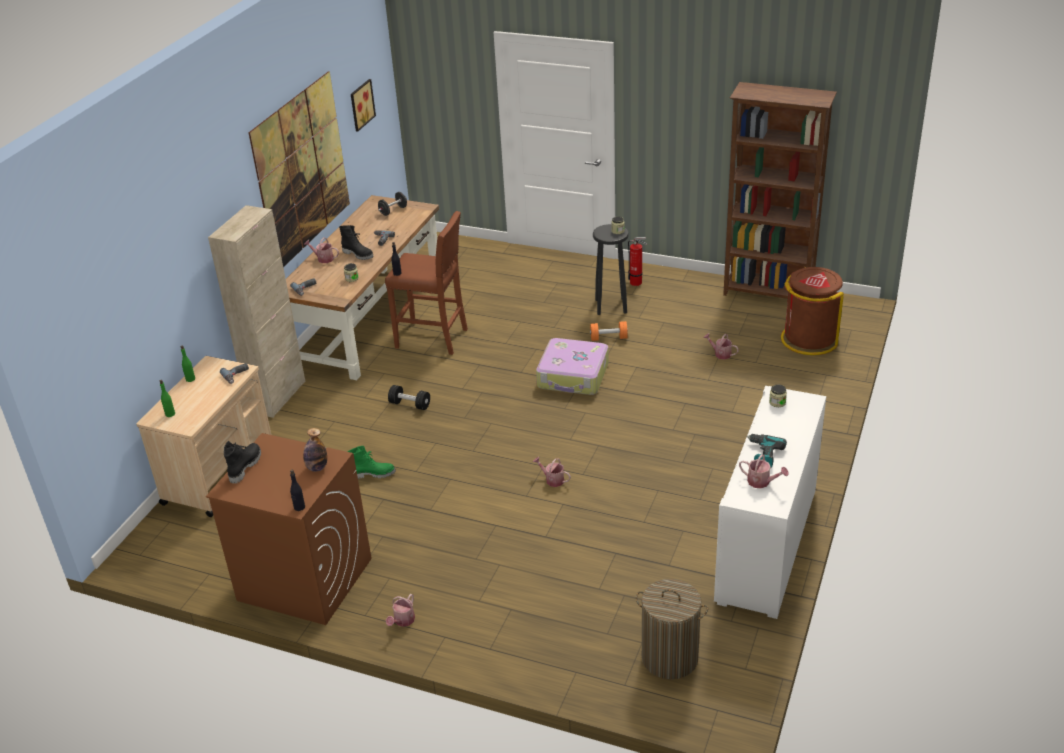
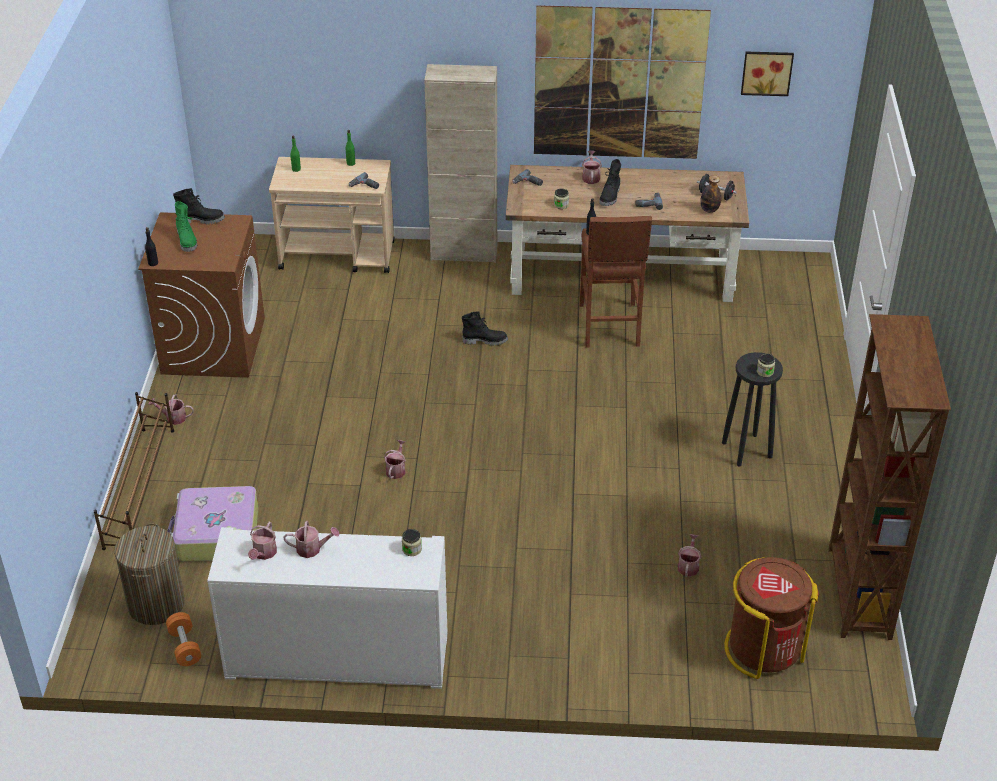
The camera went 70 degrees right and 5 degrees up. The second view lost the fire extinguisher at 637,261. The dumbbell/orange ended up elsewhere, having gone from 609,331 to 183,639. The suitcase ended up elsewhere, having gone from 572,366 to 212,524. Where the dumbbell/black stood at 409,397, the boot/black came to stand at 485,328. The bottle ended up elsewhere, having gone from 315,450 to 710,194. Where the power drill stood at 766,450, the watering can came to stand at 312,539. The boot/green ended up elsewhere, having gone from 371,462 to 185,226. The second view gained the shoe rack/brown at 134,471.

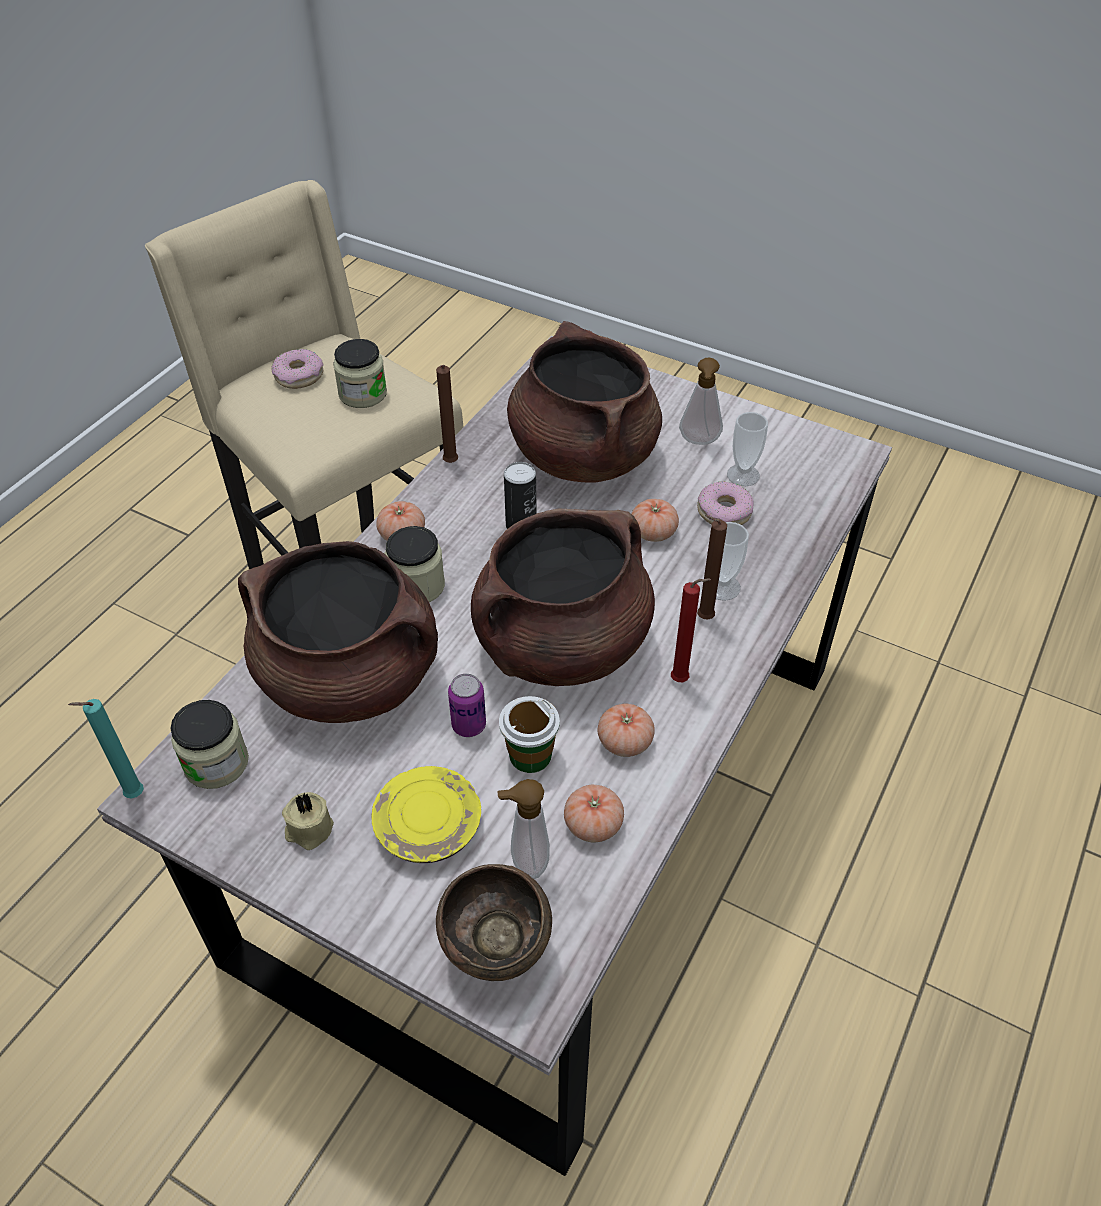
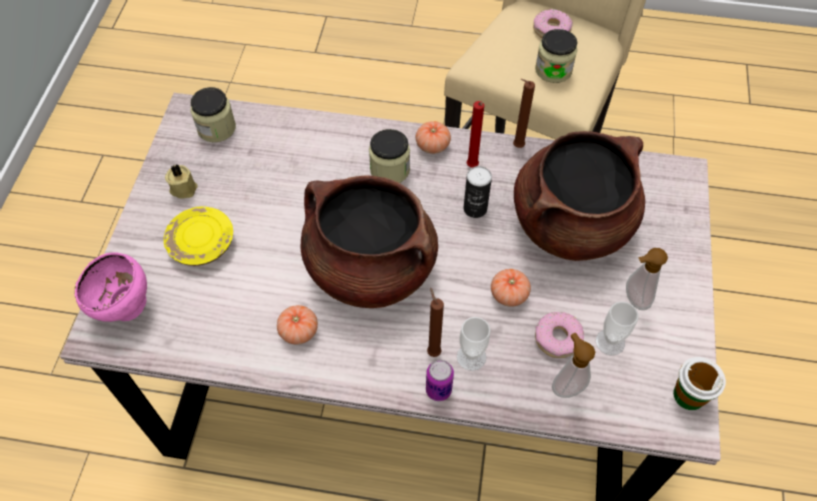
The camera went 70 degrees right and 10 degrees up. The second view lost the cooking pot/brown at 338,632. The candle/red ended up elsewhere, having gone from 691,630 to 475,134. The can ended up elsewhere, having gone from 467,705 to 440,380. The cup ended up elsewhere, having gone from 529,734 to 699,383. The second view lost the candle/turquoise at 106,749. The soap dispenser ended up elsewhere, having gone from 523,829 to 573,365. The second view lost the tomato at 594,813. What was the bowl/brown at 494,922 turned into the bowl/pink at 111,287.

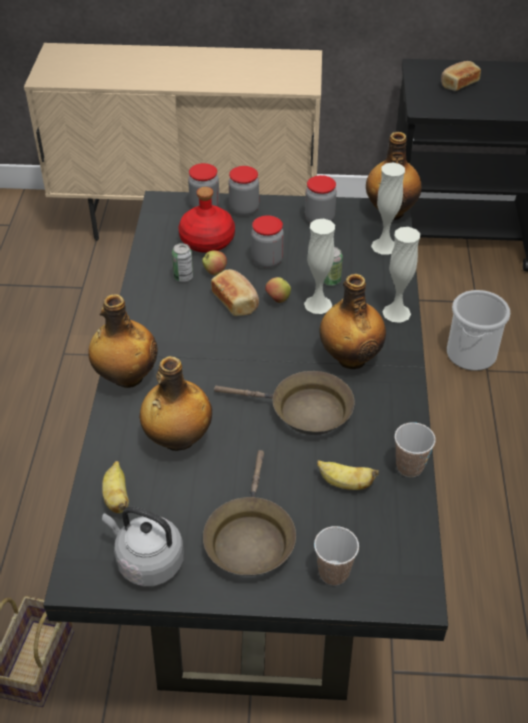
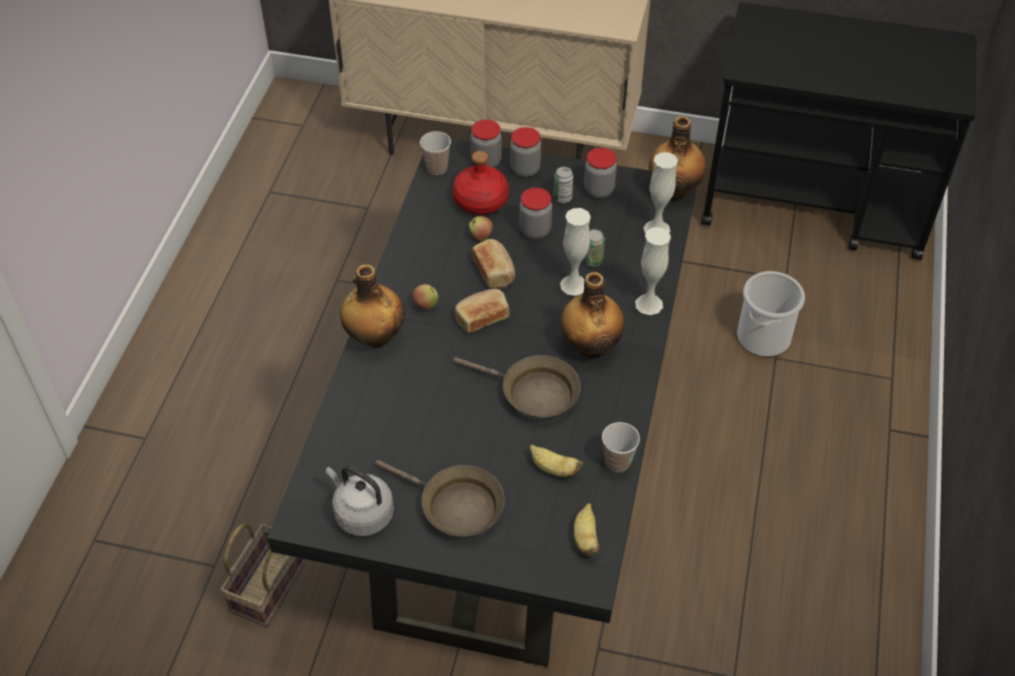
The camera went 10 degrees right and 5 degrees up. The bread ended up elsewhere, having gone from 461,76 to 482,311. The can ended up elsewhere, having gone from 182,262 to 563,185. The apple ended up elsewhere, having gone from 278,290 to 425,297. The second view lost the bottle at 175,403. The frying pan/brown at 249,513 ended up facing another way, 75 degrees counterclockwise from before. The banana ended up elsewhere, having gone from 115,487 to 586,529. The cup ended up elsewhere, having gone from 336,555 to 435,153.

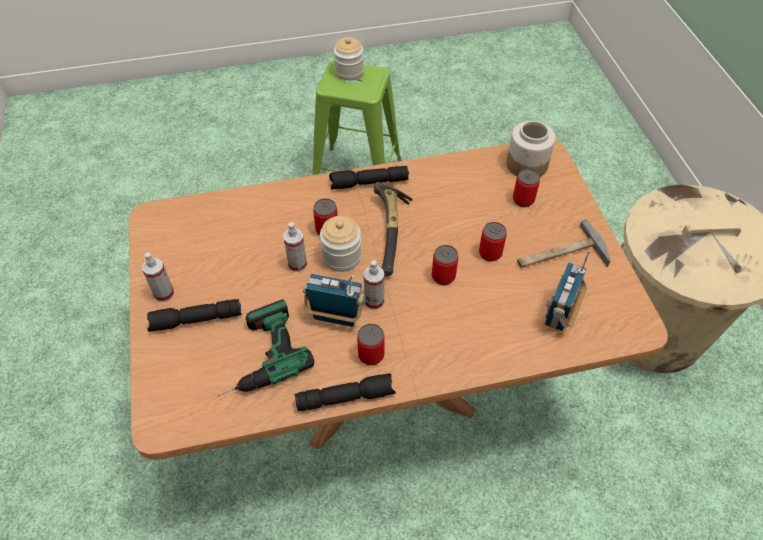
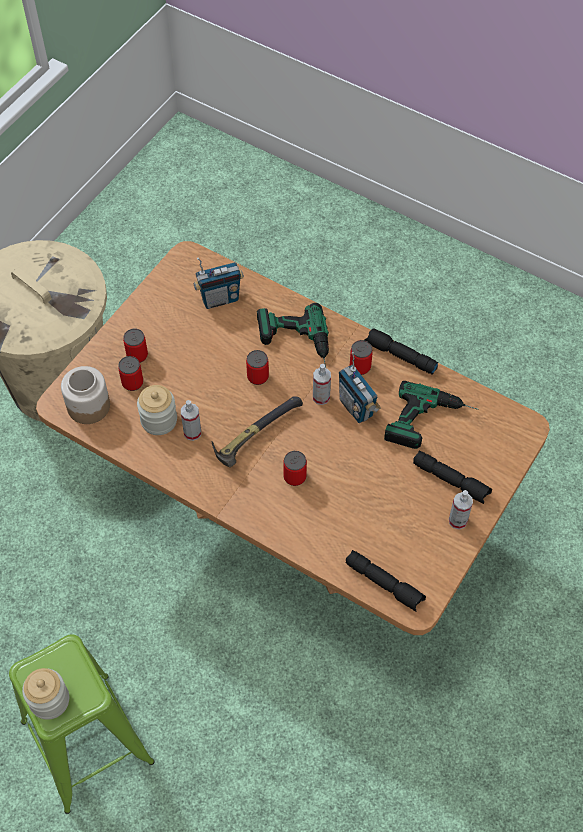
The camera went 135 degrees left and 5 degrees up. The flashlight/black ended up elsewhere, having gone from 369,177 to 386,581. The jar ended up elsewhere, having gone from 341,244 to 157,410. The second view lost the hammer at 564,243. The spray bottle ended up elsewhere, having gone from 295,247 to 191,420. The can ended up elsewhere, having gone from 493,242 to 135,346. The second view gained the power drill at 293,335.

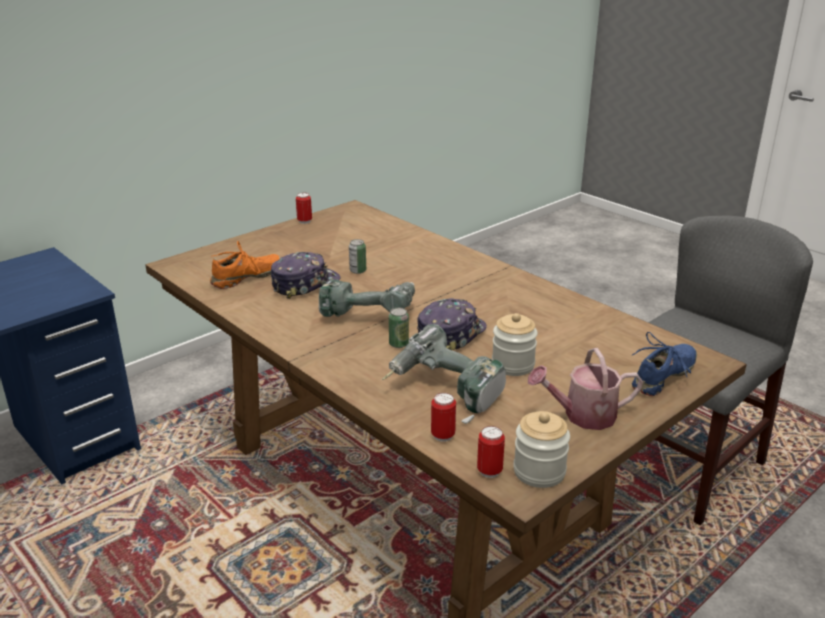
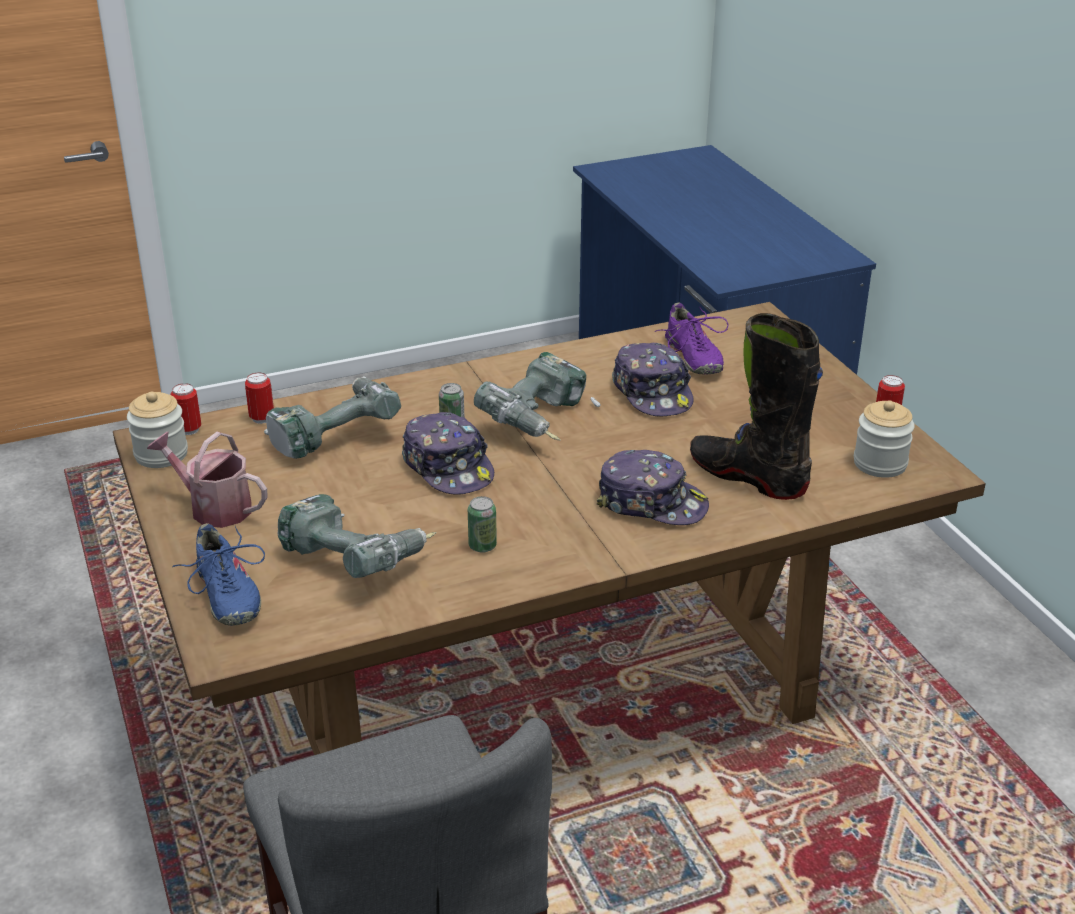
The camera went 110 degrees right and 5 degrees up. The can ended up elsewhere, having gone from 357,256 to 482,524. What was the shoe/orange at 245,265 turned into the shoe/purple at 692,338. The jar ended up elsewhere, having gone from 515,344 to 884,439. The watering can at 585,389 ended up facing another way, 75 degrees counterclockwise from before. The second view gained the boot/black at 756,406. The second view gained the cap at 653,487. The second view gained the power drill at 357,536.

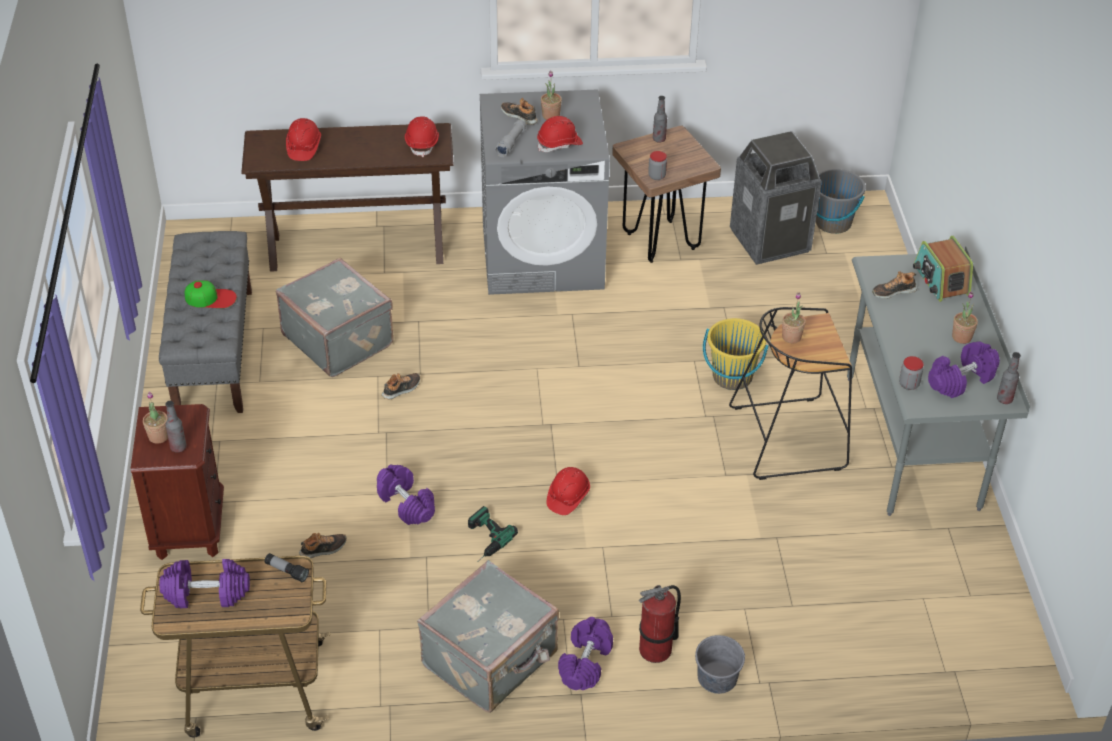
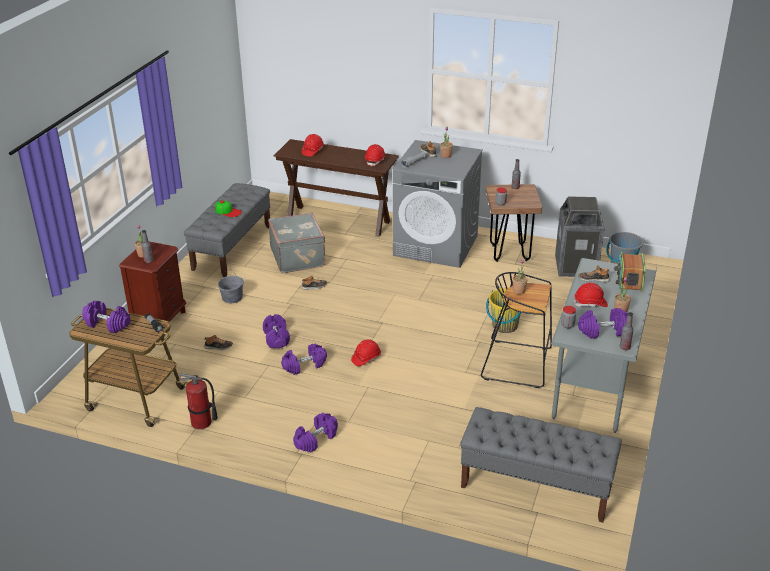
The camera went 25 degrees right and 10 degrees down. The hard hat/red ended up elsewhere, having gone from 560,134 to 591,295. Where the power drill stood at 493,534, the dumbbell/purple came to stand at 304,359. The second view lost the suitcase/grey at 488,636. The fire extinguisher ended up elsewhere, having gone from 660,624 to 198,401. The bucket/grey ended up elsewhere, having gone from 720,664 to 231,286. The second view gained the bench/grey at 541,465.

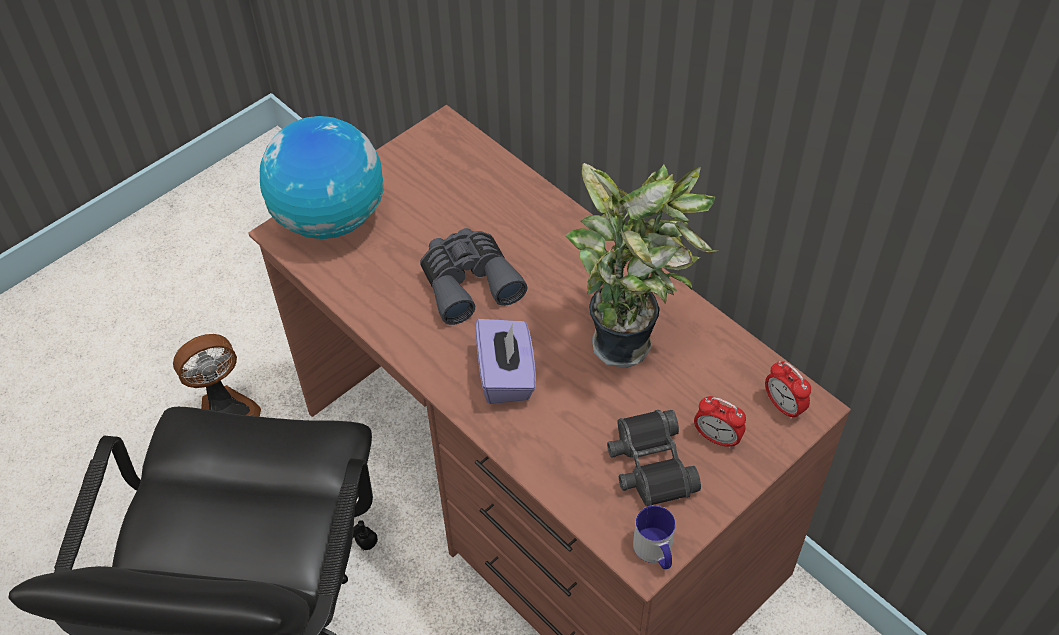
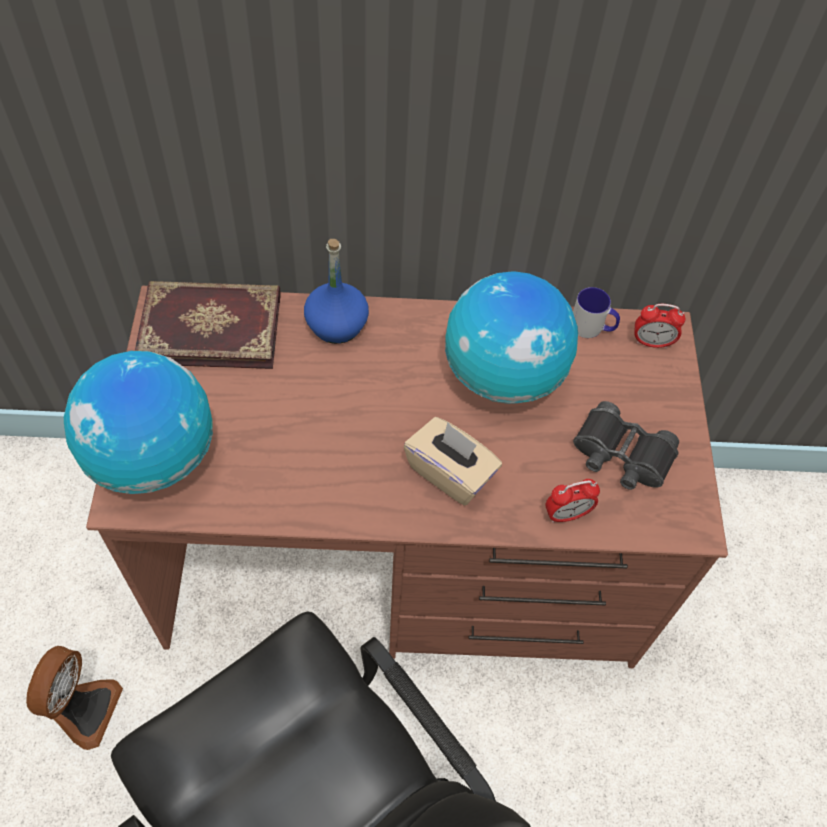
The camera went 50 degrees left and 5 degrees up. Where the potted plant stood at 641,265, the globe came to stand at 511,337. The second view lost the binoculars/grey at 474,276. What was the tissue box/purple at 505,361 turned into the tissue box/beige at 453,461. The alarm clock ended up elsewhere, having gone from 720,422 to 573,501. The mug ended up elsewhere, having gone from 654,537 to 596,312. The second view gained the bottle/blue at 336,291. The second view gained the book at 208,325.

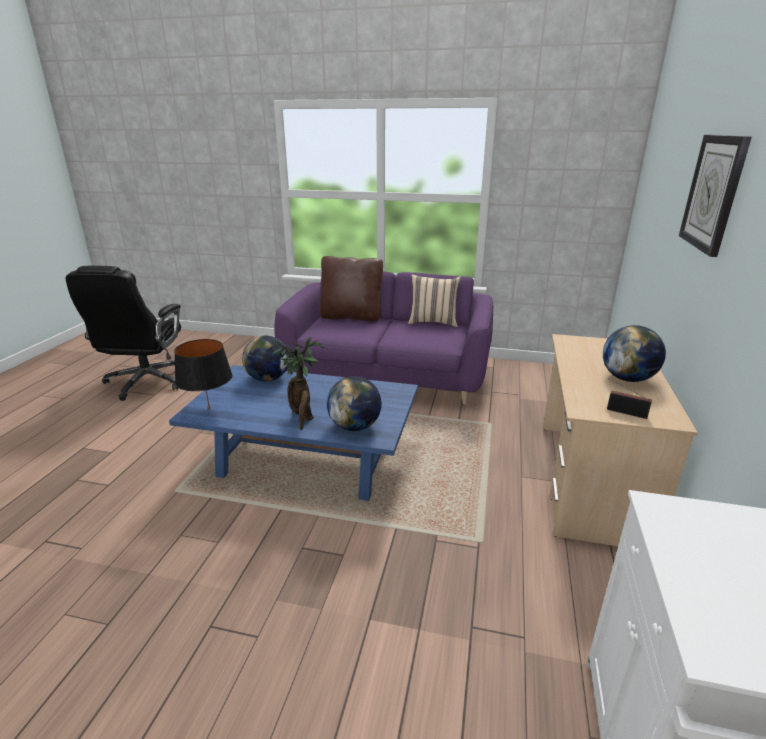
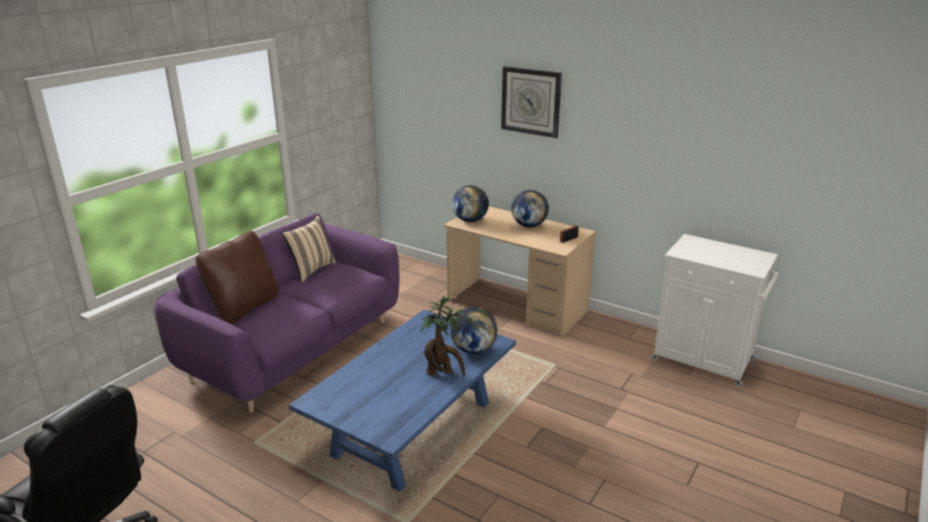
The camera went 70 degrees left and 0 degrees up. The globe ended up elsewhere, having gone from 265,359 to 470,203. The second view lost the table lamp/black at 203,374.

